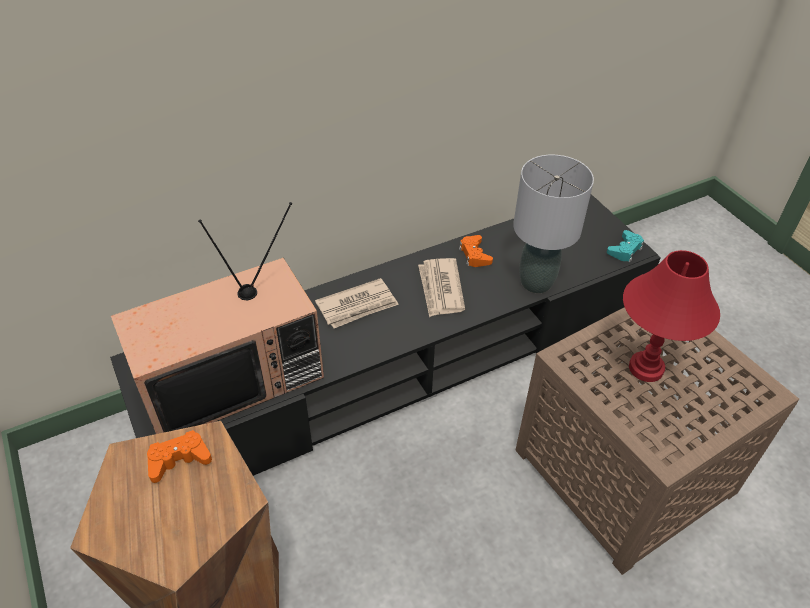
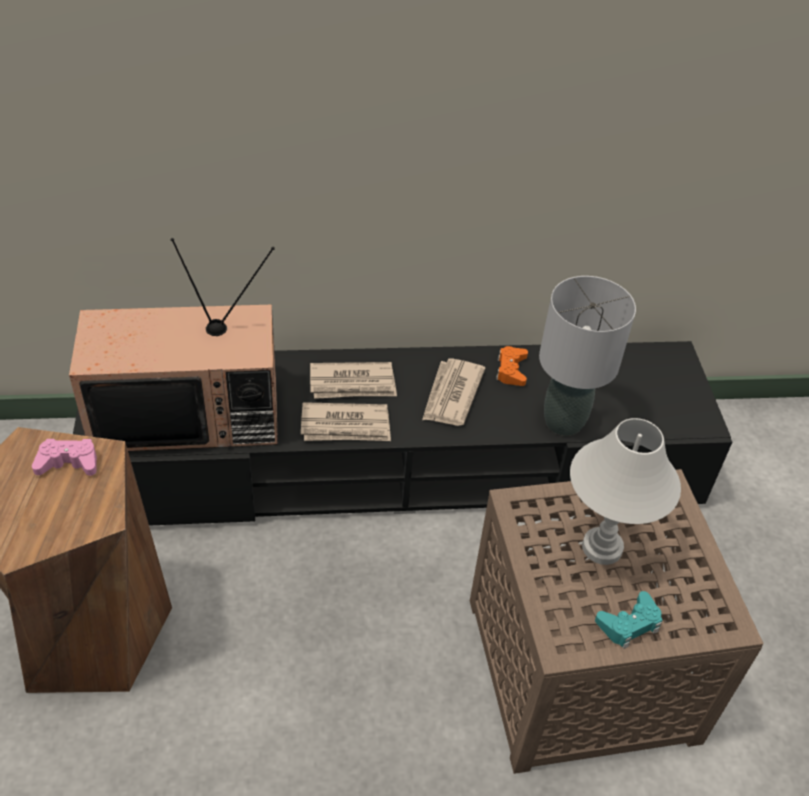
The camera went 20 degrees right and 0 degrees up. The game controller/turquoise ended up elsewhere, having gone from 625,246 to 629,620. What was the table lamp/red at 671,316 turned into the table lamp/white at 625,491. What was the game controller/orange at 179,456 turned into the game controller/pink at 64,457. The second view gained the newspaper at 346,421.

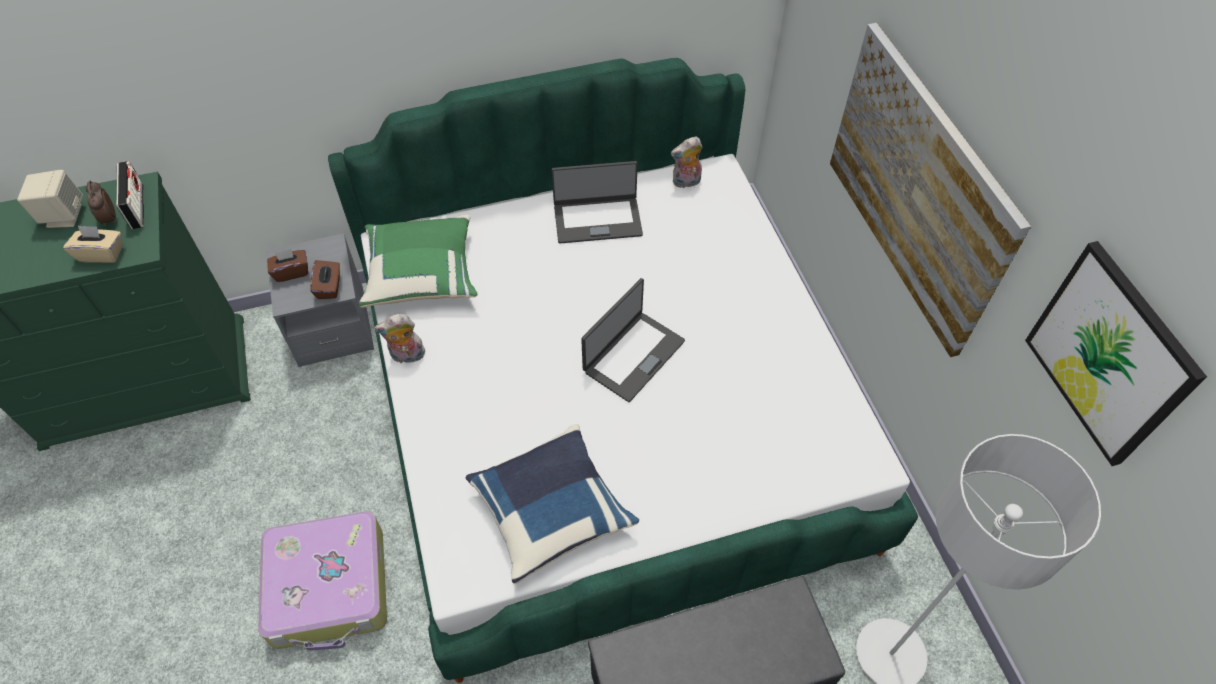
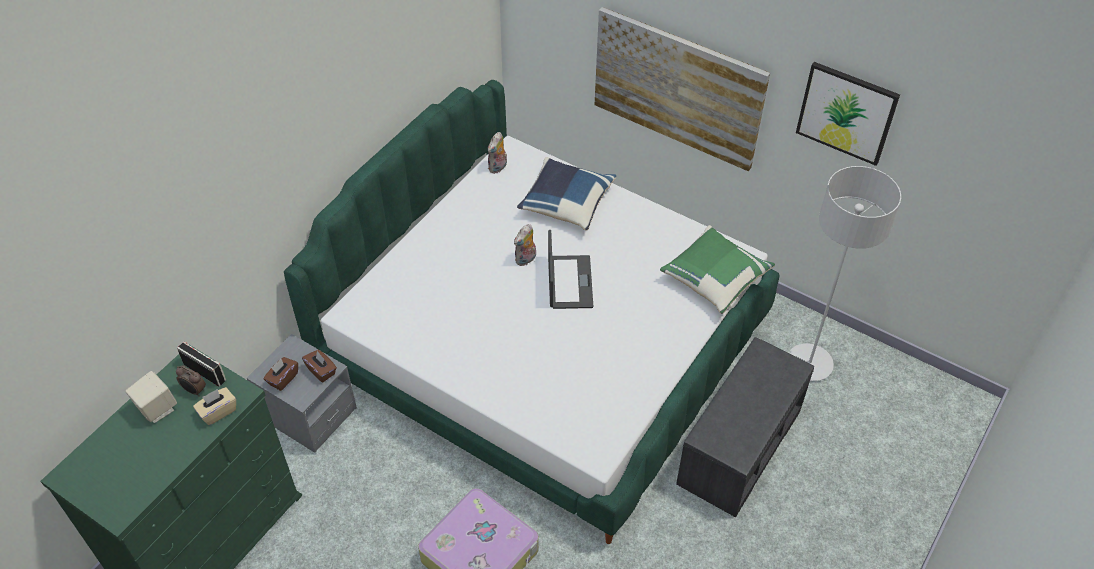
The camera went 40 degrees left and 5 degrees down. The second view lost the laptop at 597,202. The pillow/green ended up elsewhere, having gone from 418,261 to 717,269. The plush toy ended up elsewhere, having gone from 399,338 to 525,245. The pillow/blue ended up elsewhere, having gone from 552,504 to 566,194.

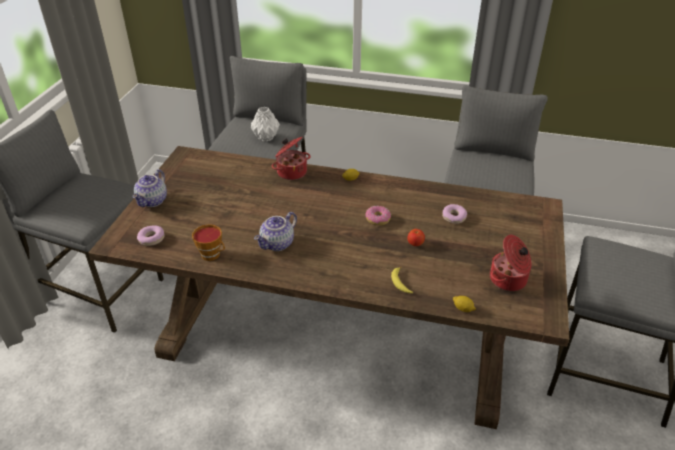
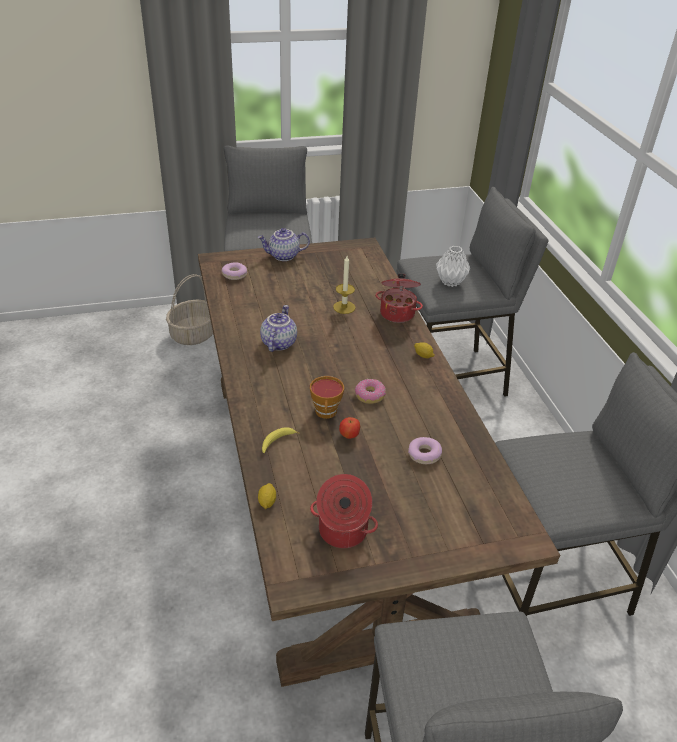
The camera went 60 degrees right and 0 degrees up. The teapot at 275,231 ended up facing another way, 90 degrees clockwise from before. The cup ended up elsewhere, having gone from 208,242 to 327,397. The second view gained the candle at 344,285. The second view gained the basket at 189,309.

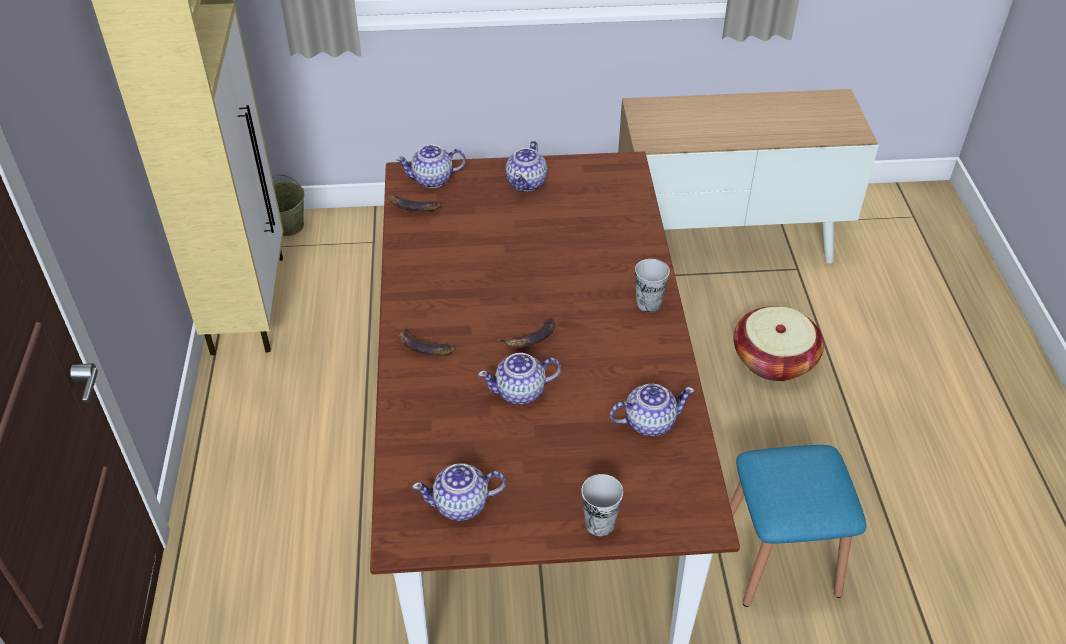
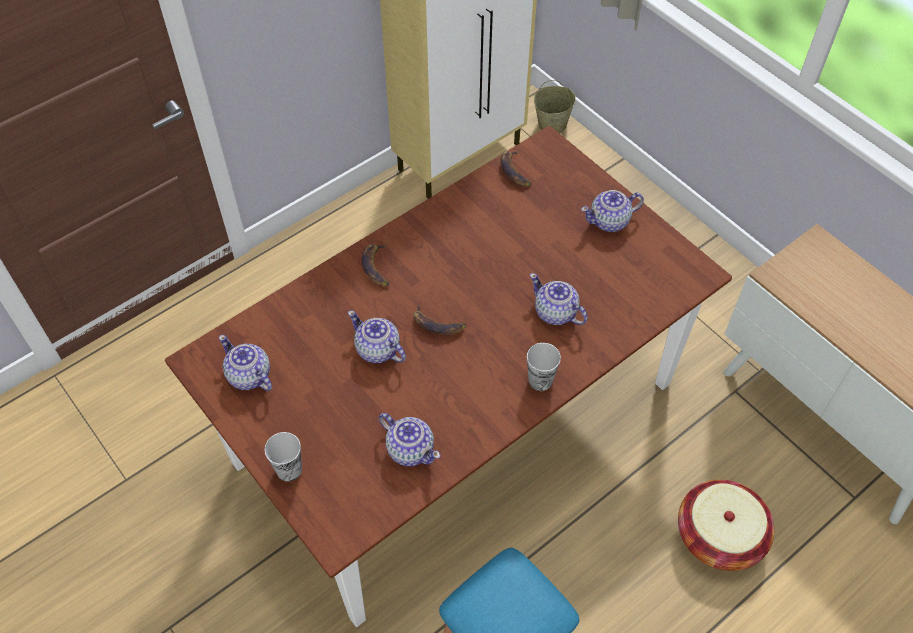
The camera went 55 degrees right and 10 degrees up. The teapot ended up elsewhere, having gone from 431,166 to 559,299.

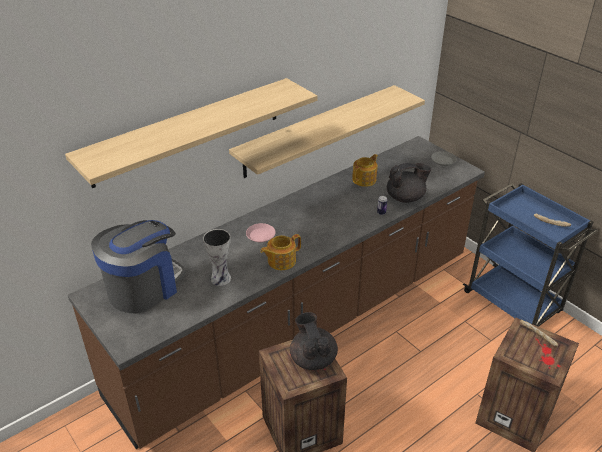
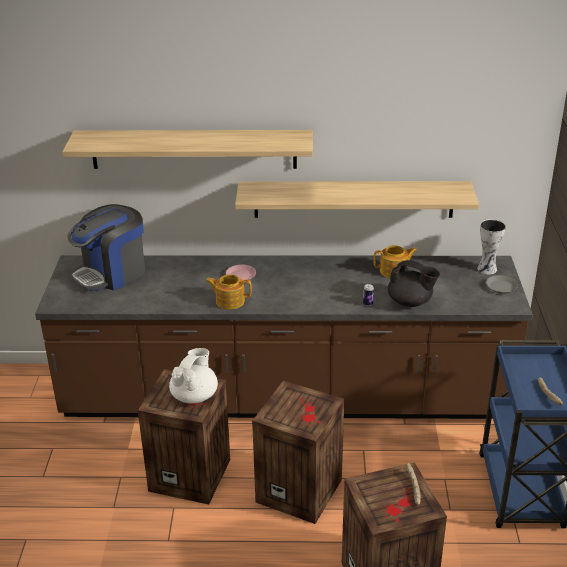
The camera went 40 degrees right and 5 degrees down. The coffee machine at 138,267 ended up facing another way, 150 degrees clockwise from before. The vase ended up elsewhere, having gone from 217,257 to 491,247. What was the teapot/black at 314,341 turned into the teapot/white at 193,376. The second view gained the crate at 298,452.

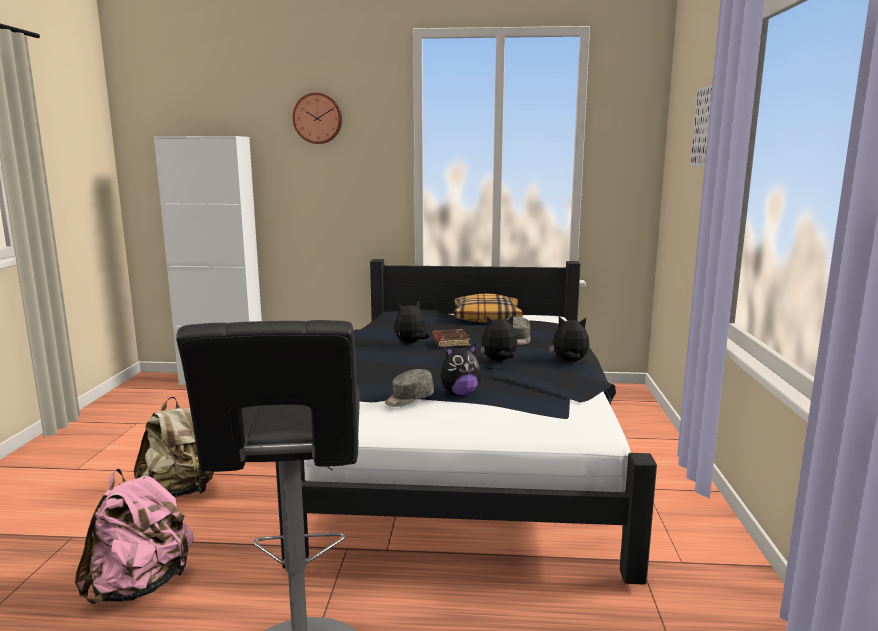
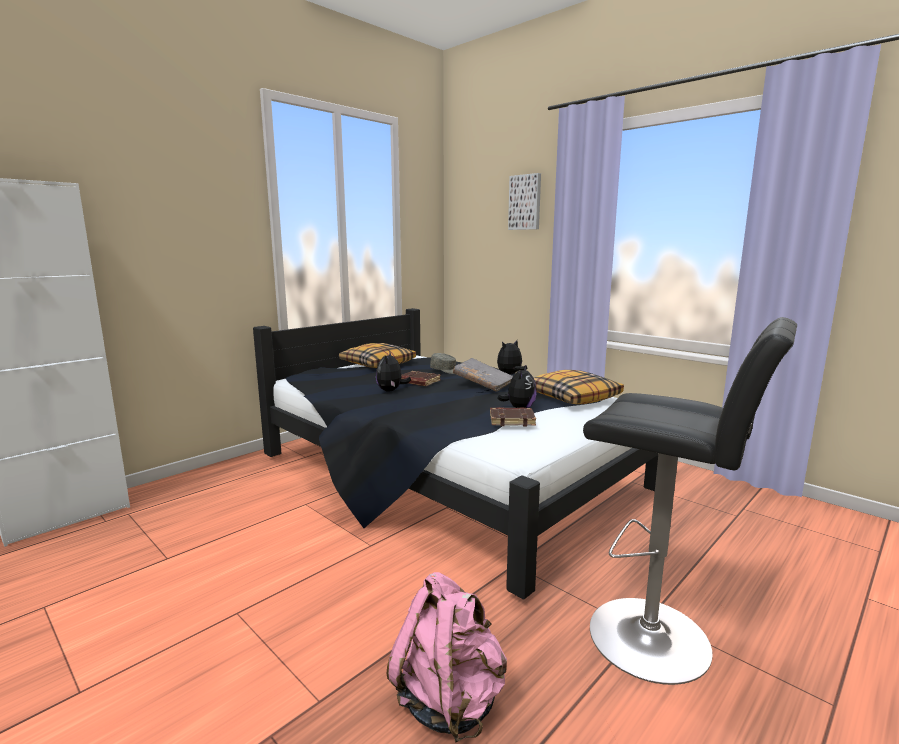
The camera went 50 degrees left and 0 degrees up. The second view lost the wall clock at 317,118. Where the plush toy stood at 499,338, the book/grey came to stand at 483,375. Where the cap/grey stood at 409,388, the book/brown came to stand at 513,416. The second view lost the backpack/beige at 174,447. The second view gained the pillow at 579,387.

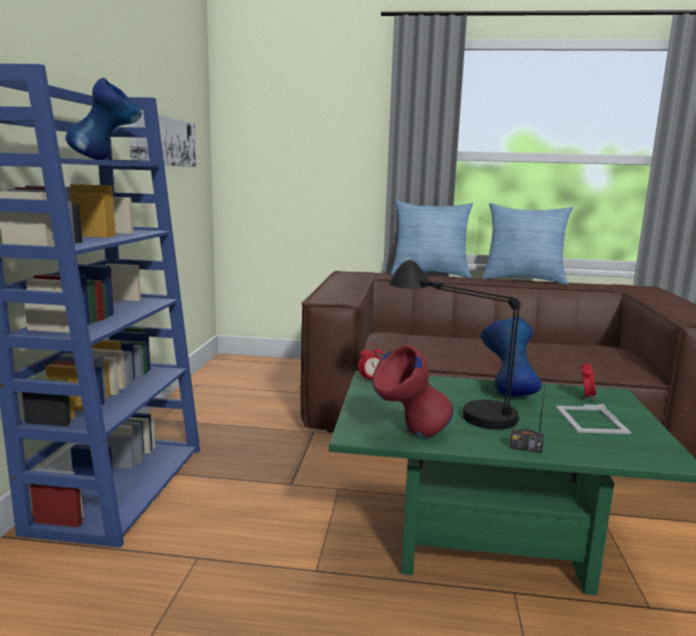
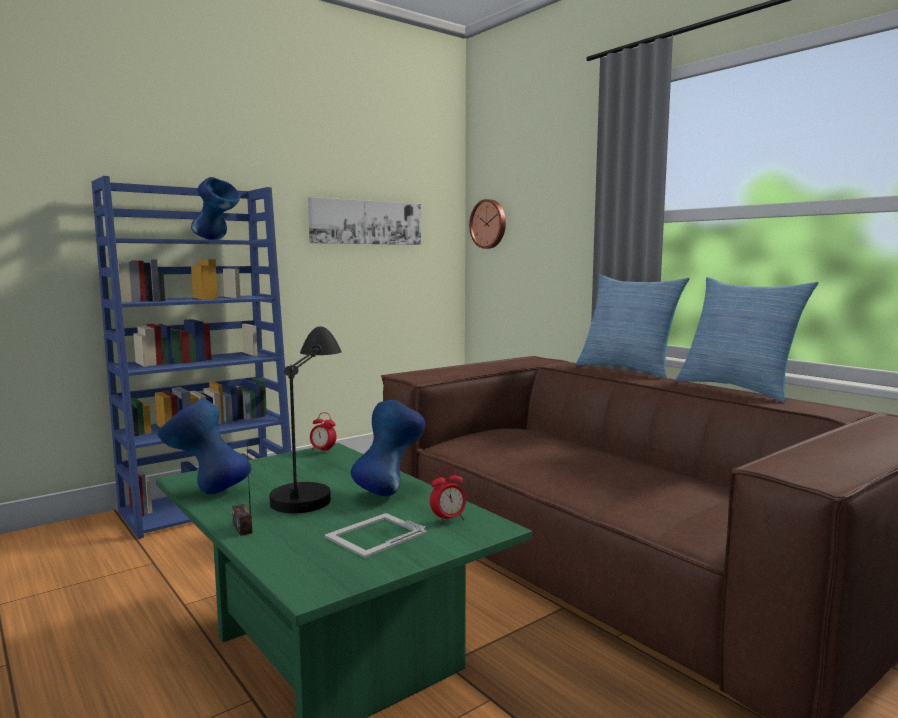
The camera went 45 degrees right and 5 degrees down. What was the vase/red at 412,391 turned into the vase/blue at 205,446. The second view gained the wall clock at 487,224.

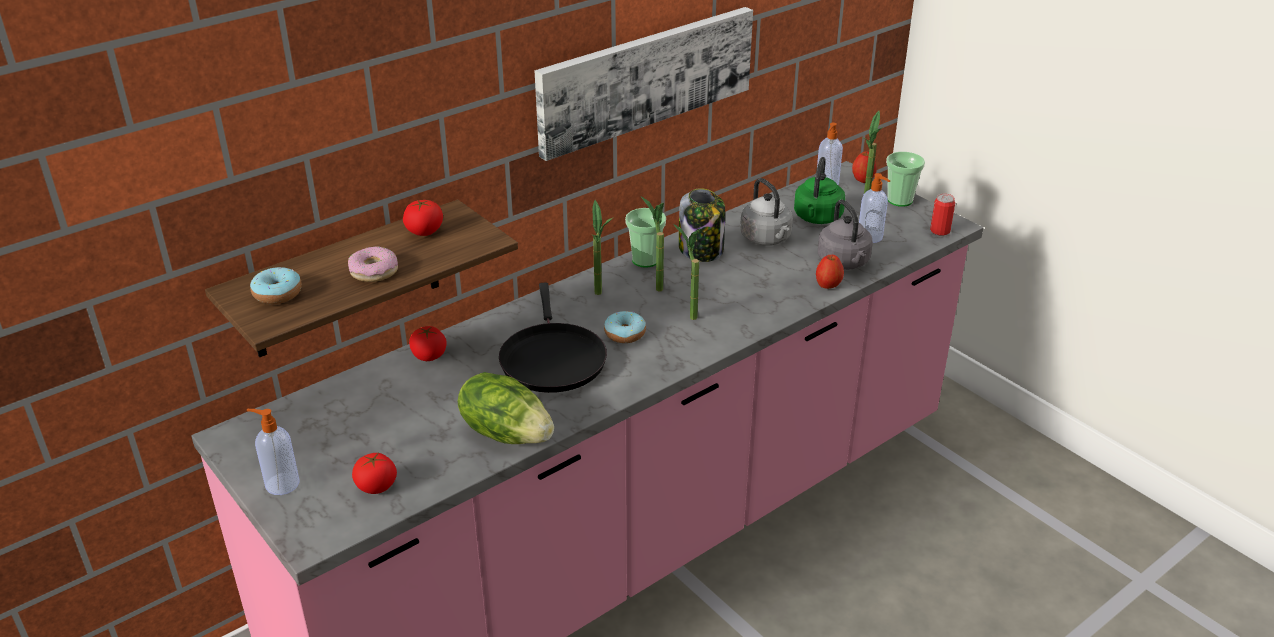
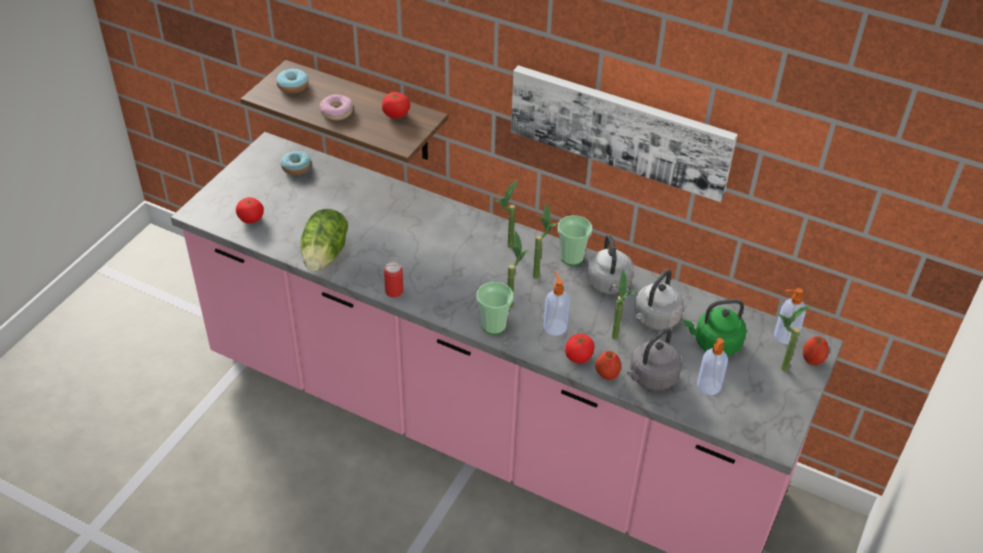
The camera went 65 degrees right and 10 degrees up. The cup ended up elsewhere, having gone from 905,179 to 495,308. Where the jar stood at 702,225, the kettle/grey came to stand at 610,264. The can ended up elsewhere, having gone from 942,215 to 393,279. The second view lost the frying pan/black at 553,338. The donut ended up elsewhere, having gone from 625,327 to 296,163. The tomato ended up elsewhere, having gone from 428,343 to 580,348. The soap dispenser ended up elsewhere, having gone from 273,452 to 557,304. The second view gained the potted plant at 624,304.

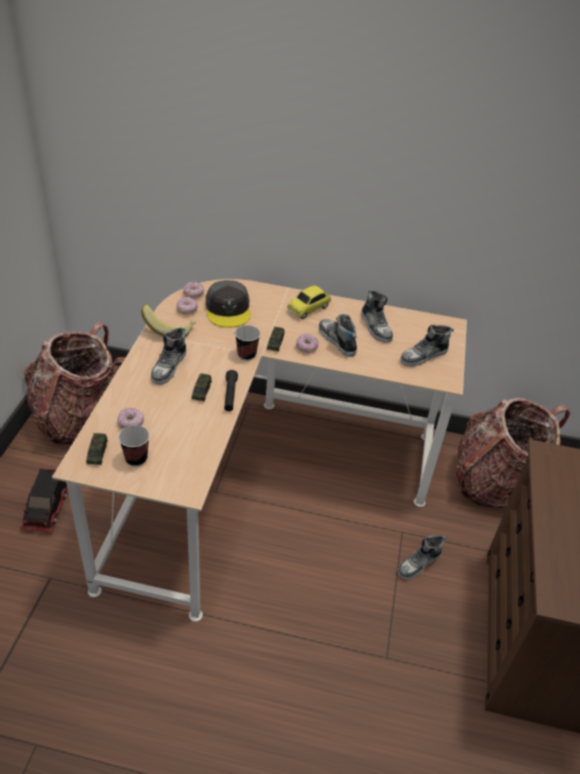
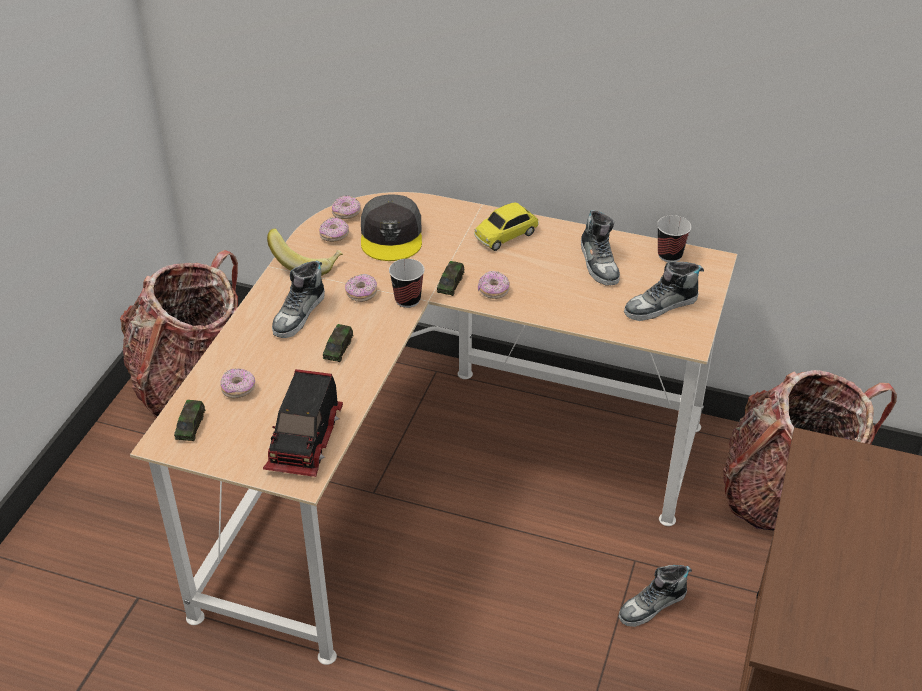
The camera went 10 degrees right and 0 degrees up. The second view lost the shoe at 338,335. The second view lost the flashlight/black at 231,390. The cup ended up elsewhere, having gone from 134,446 to 674,238. The toy truck ended up elsewhere, having gone from 44,500 to 303,423. The second view gained the donut at 361,288.

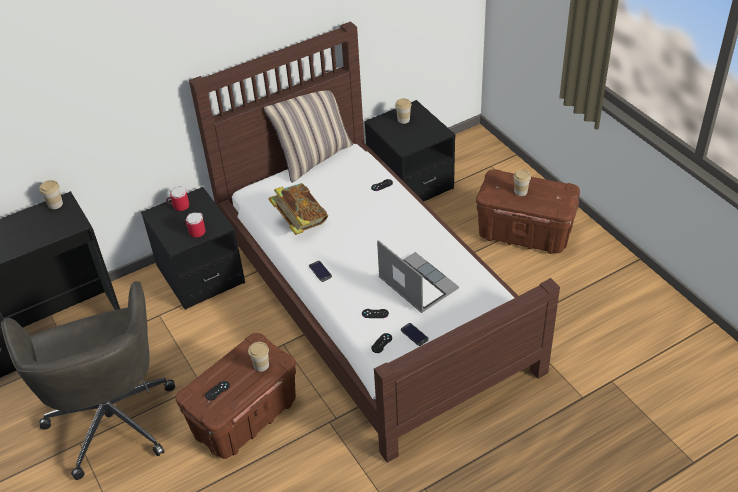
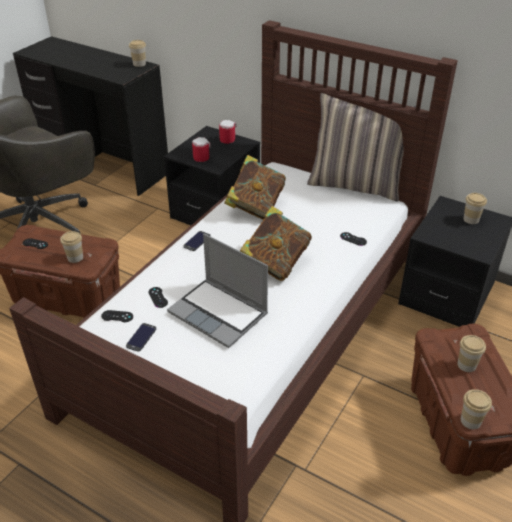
The camera went 60 degrees right and 5 degrees down. The laptop at 418,276 ended up facing another way, 105 degrees clockwise from before. The second view gained the book at 276,243. The second view gained the cup at 476,409.

